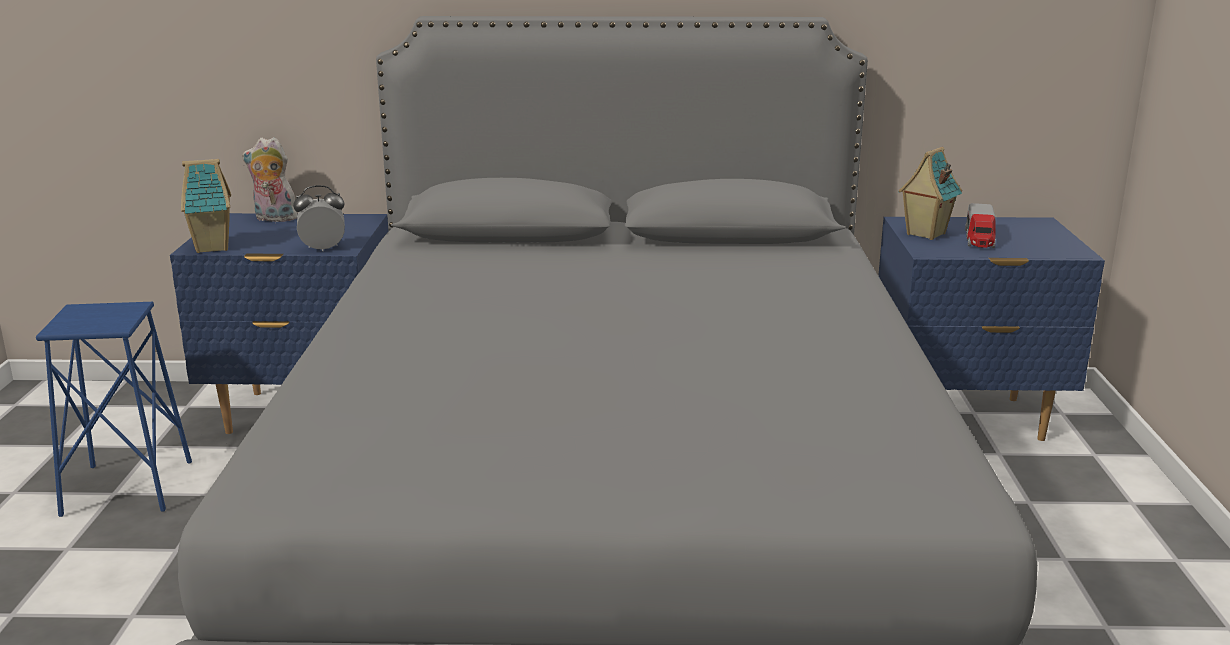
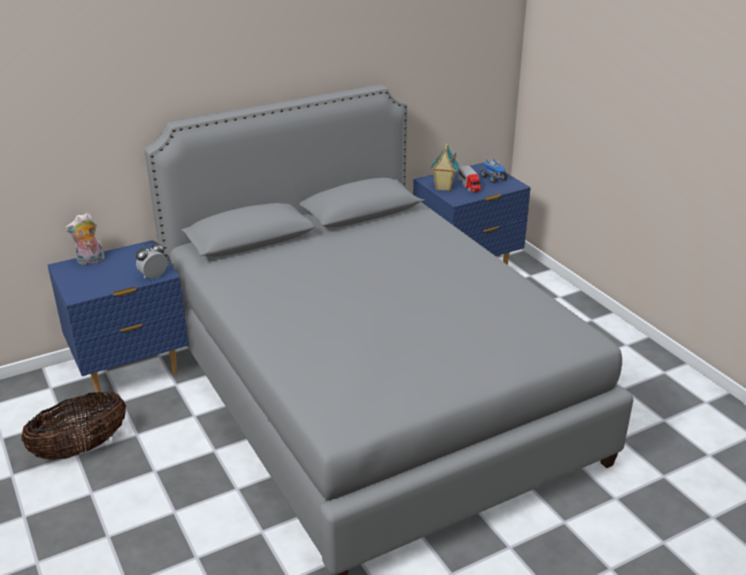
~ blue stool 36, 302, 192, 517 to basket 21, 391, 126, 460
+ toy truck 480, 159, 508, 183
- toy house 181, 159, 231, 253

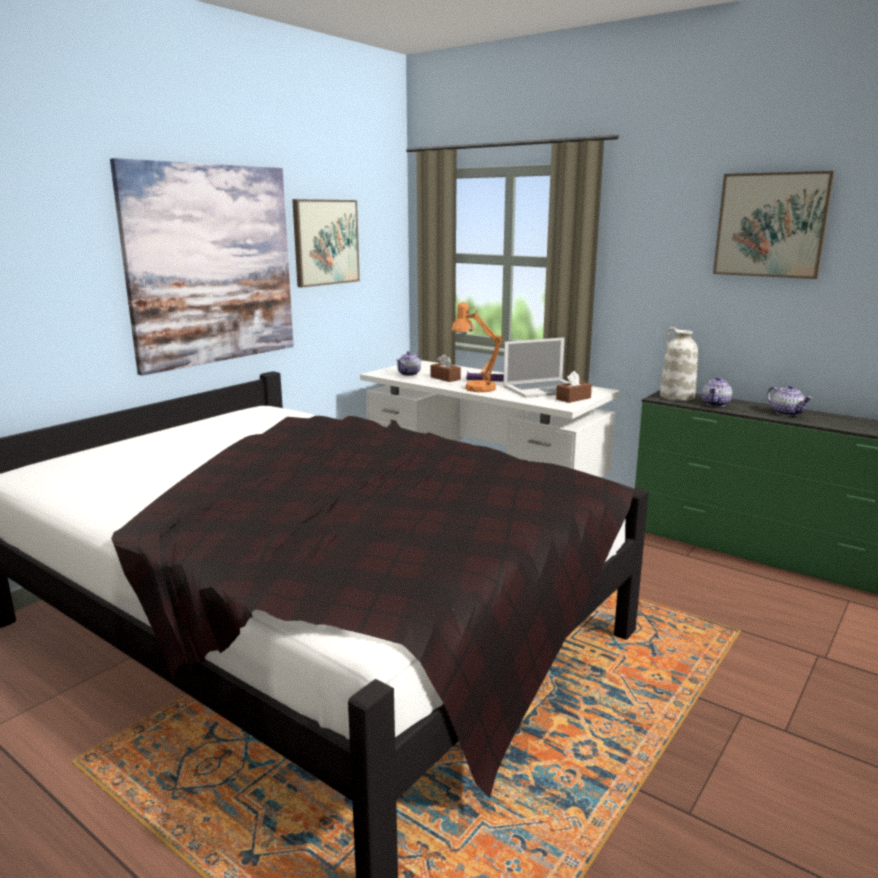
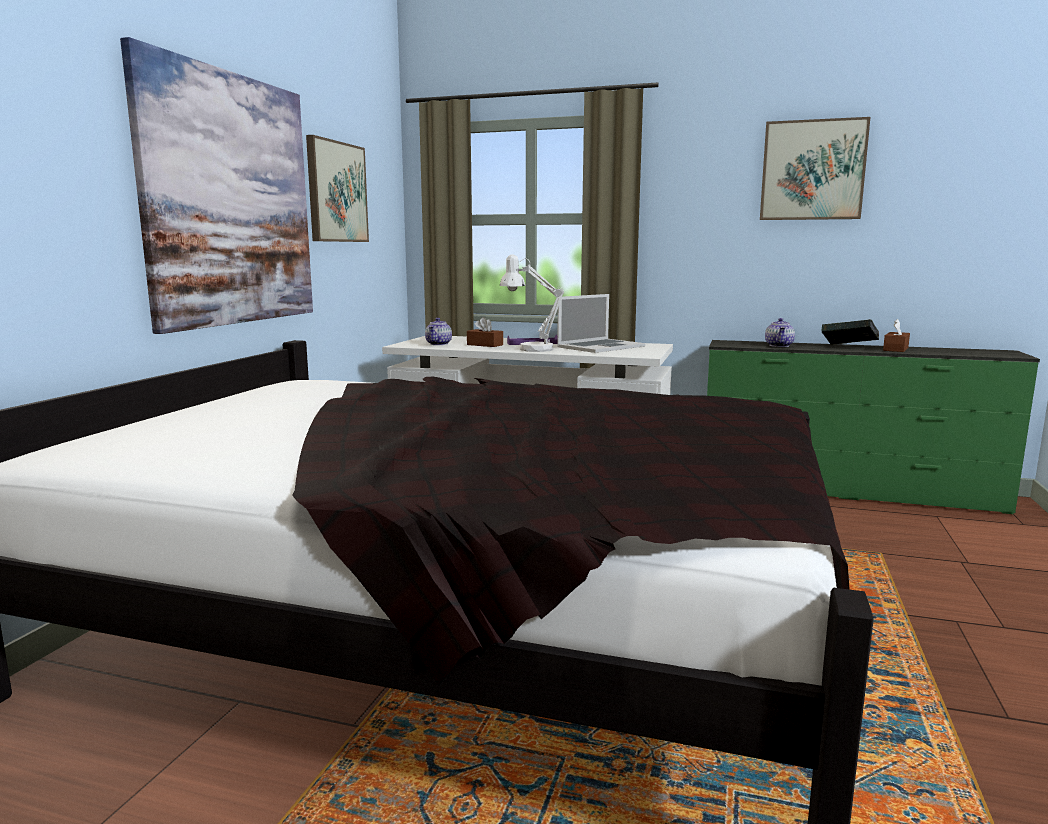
~ orange table lamp 451, 302, 503, 392 to white table lamp 500, 254, 564, 352
~ teapot 767, 385, 812, 416 to book 822, 319, 879, 345
~ brown tissue box 556, 371, 592, 403 to 883, 319, 910, 352
- white vase 660, 327, 698, 401

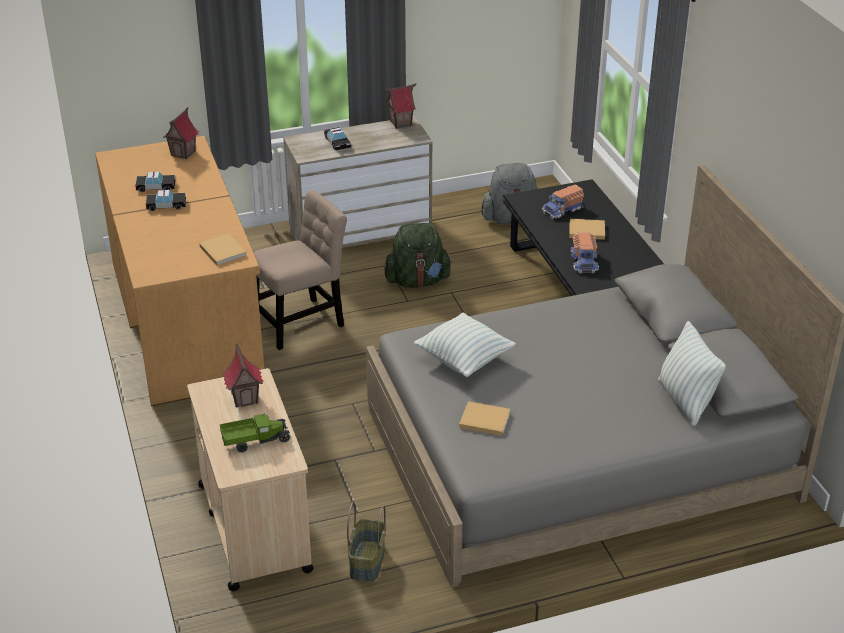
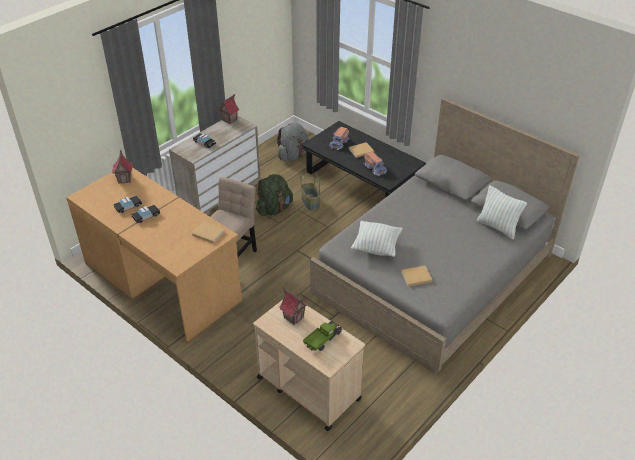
~ basket 347, 502, 386, 582 to 300, 172, 320, 210

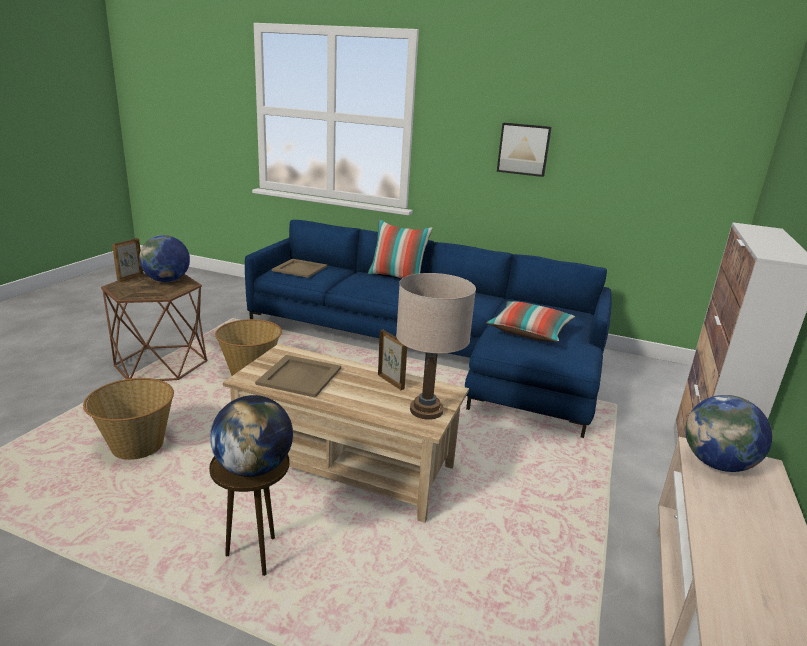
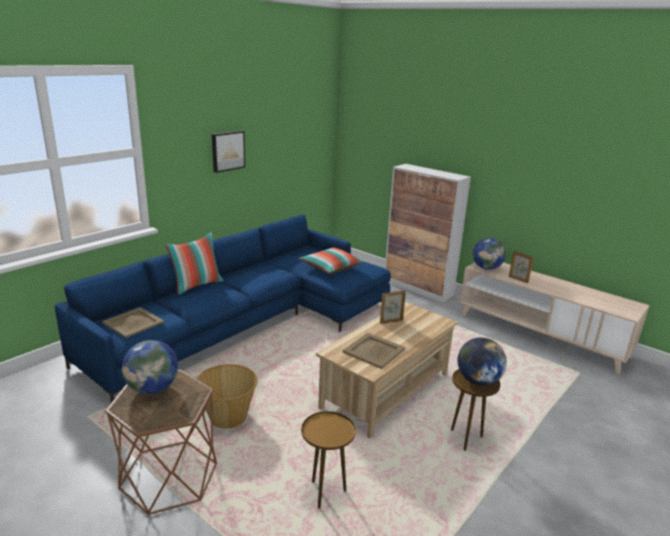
~ basket 83, 378, 174, 460 to brown side table 301, 411, 356, 509
~ picture frame 112, 238, 144, 282 to 509, 251, 534, 283
- beige table lamp 396, 273, 476, 420

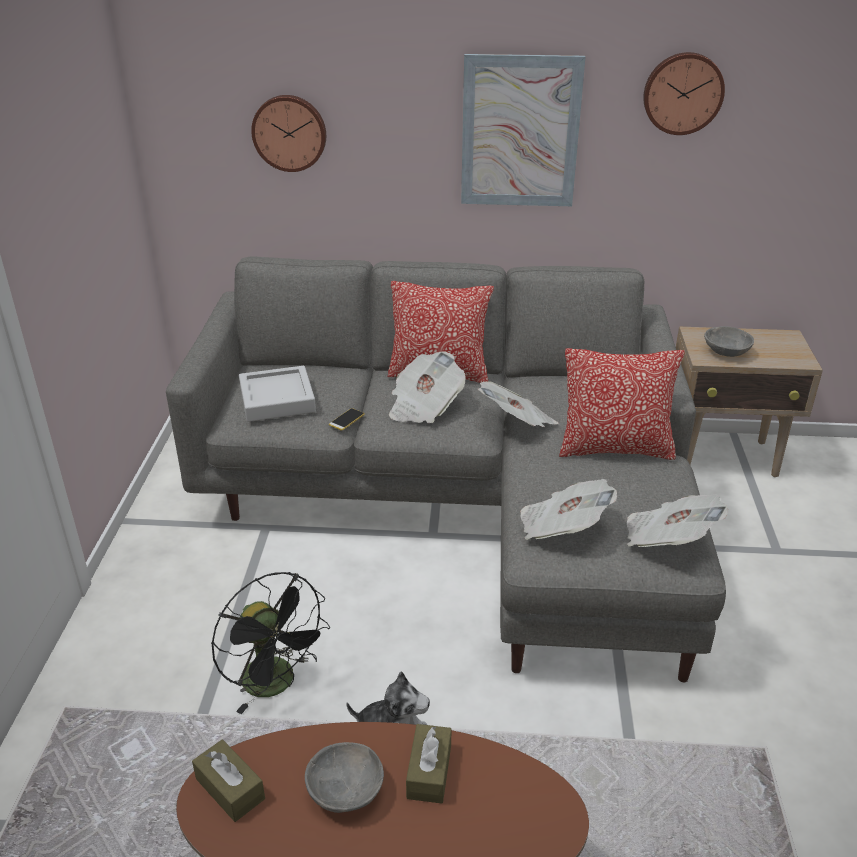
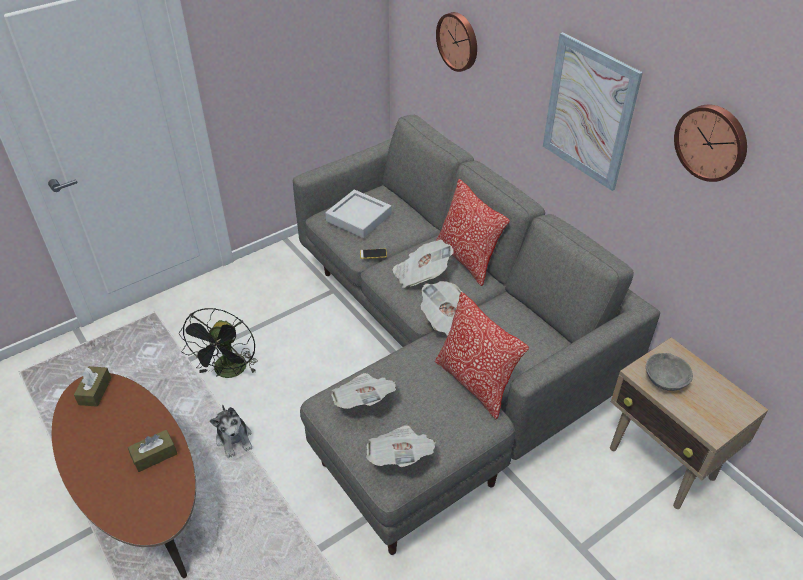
- grey bowl 305, 742, 384, 813

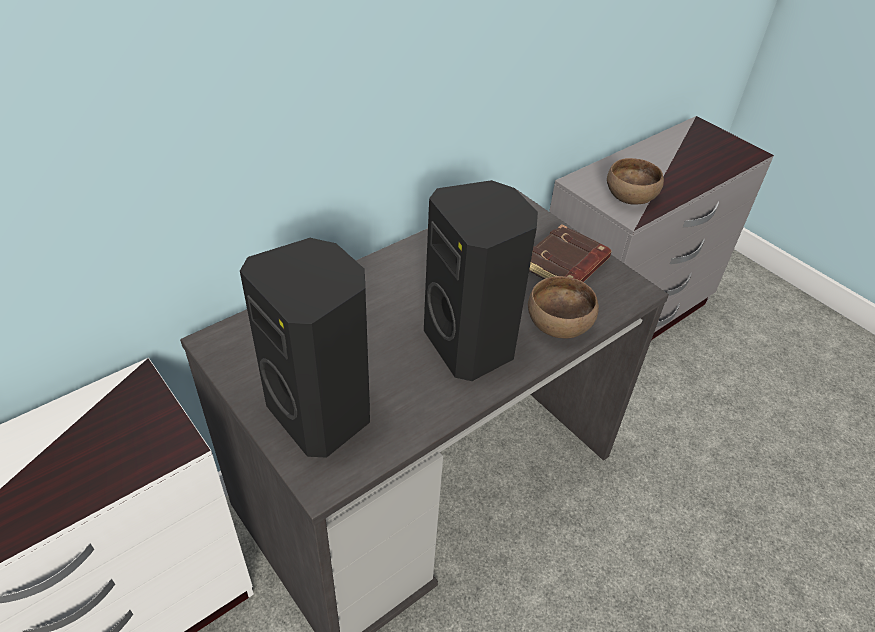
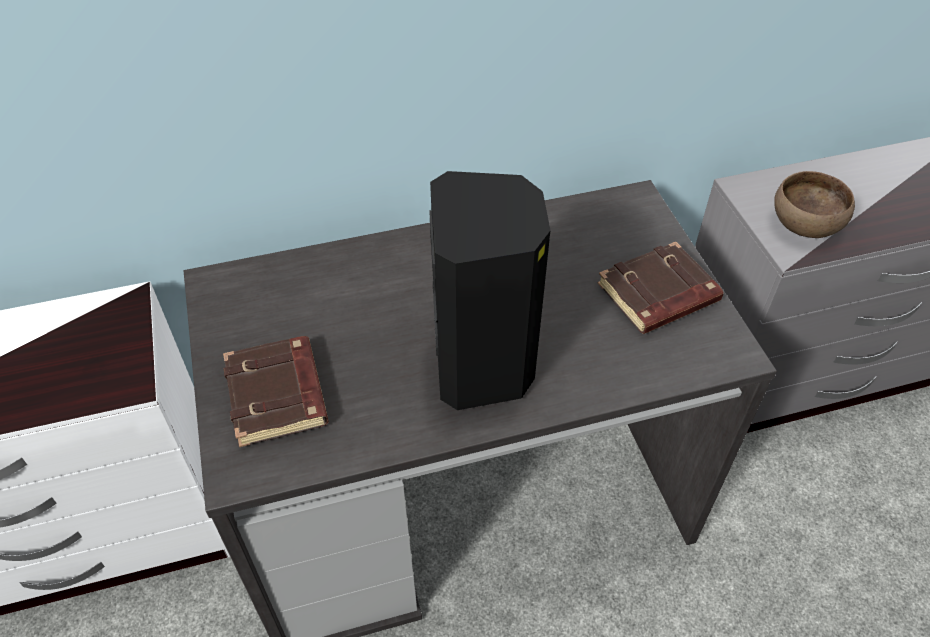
~ black speaker 240, 238, 370, 458 to brown book 223, 336, 329, 447
- brown bowl 528, 276, 599, 338

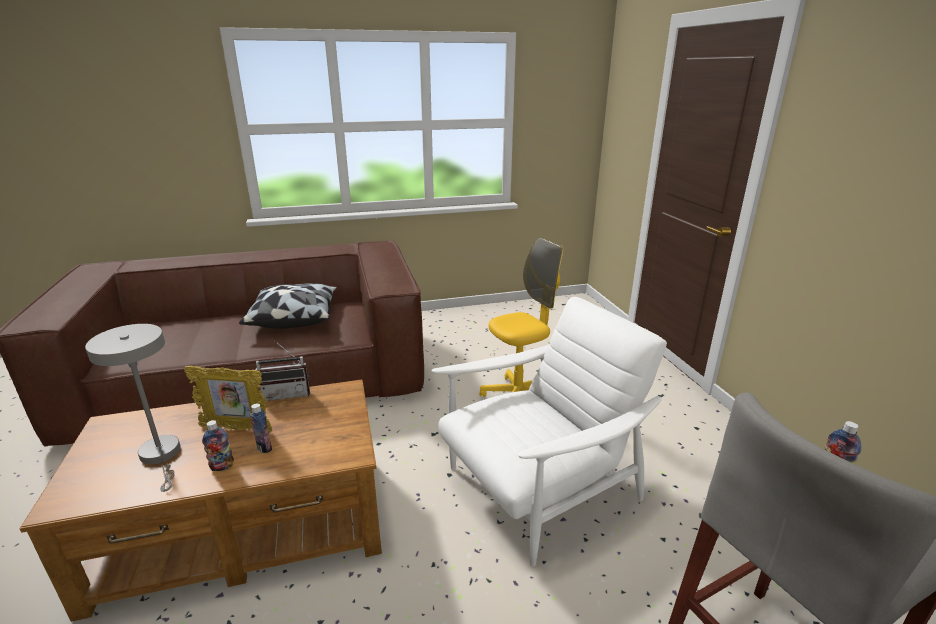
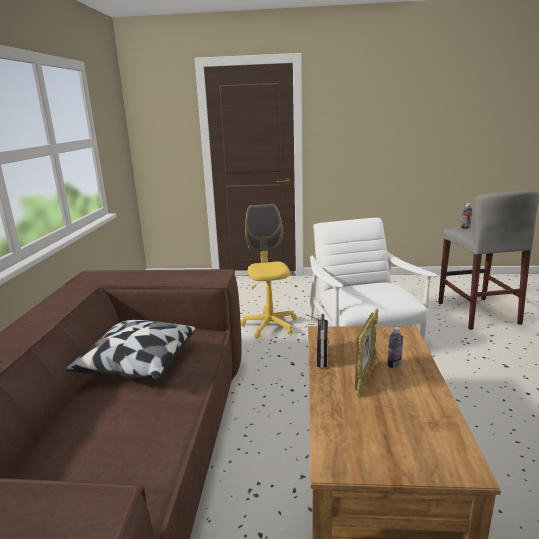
- grey table lamp 85, 324, 181, 492
- bottle 202, 420, 234, 471

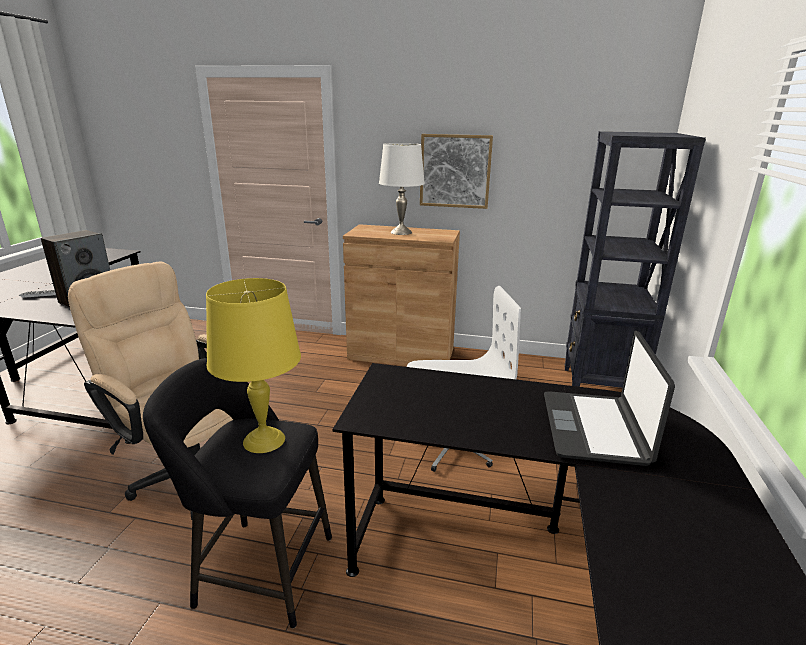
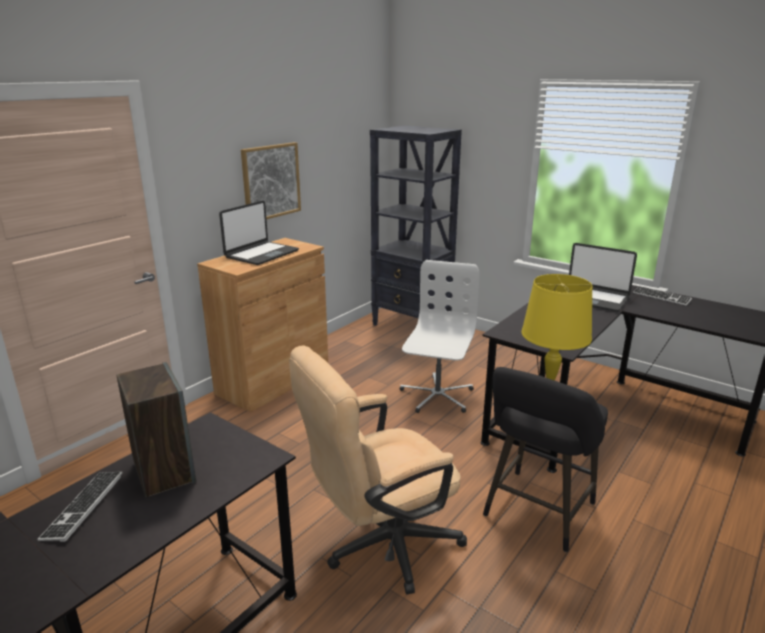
~ white table lamp 379, 143, 425, 235 to laptop 219, 201, 299, 265
+ keyboard 633, 286, 692, 306

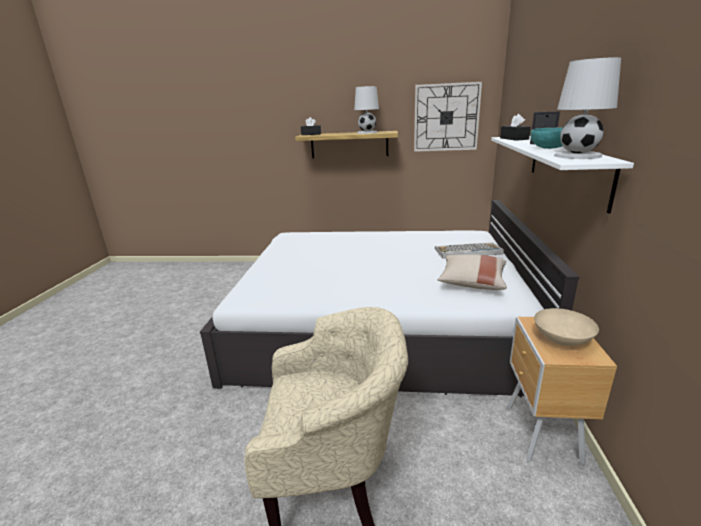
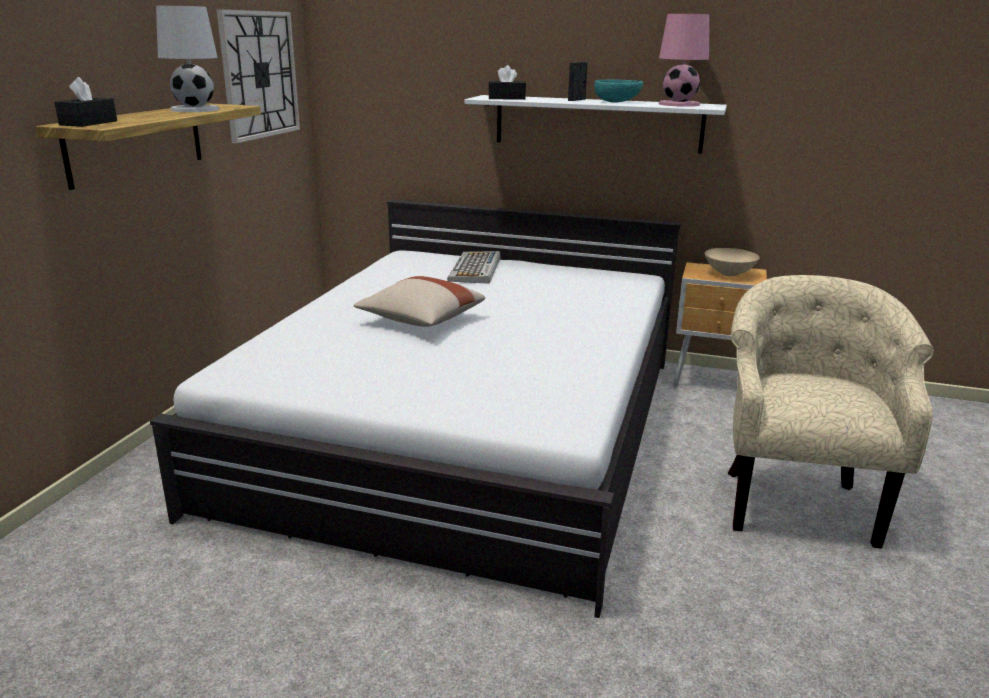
~ beige pillow 438, 255, 507, 290 to 353, 276, 485, 327
~ white table lamp 554, 57, 621, 159 to pink table lamp 659, 14, 709, 107

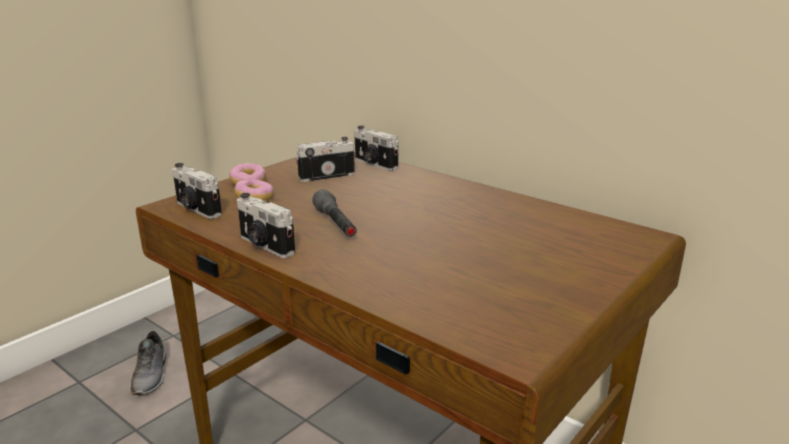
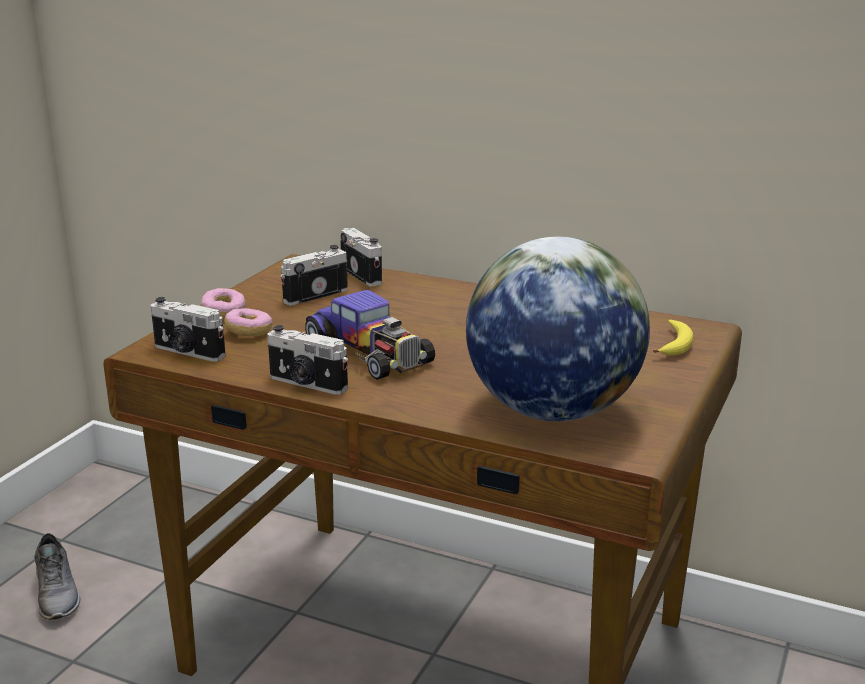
~ grey flashlight 312, 189, 357, 237 to toy car 305, 290, 435, 380
~ photo camera 354, 125, 398, 171 = 340, 228, 382, 287 150 degrees counterclockwise
+ globe 466, 237, 650, 422
+ banana 653, 320, 693, 356

